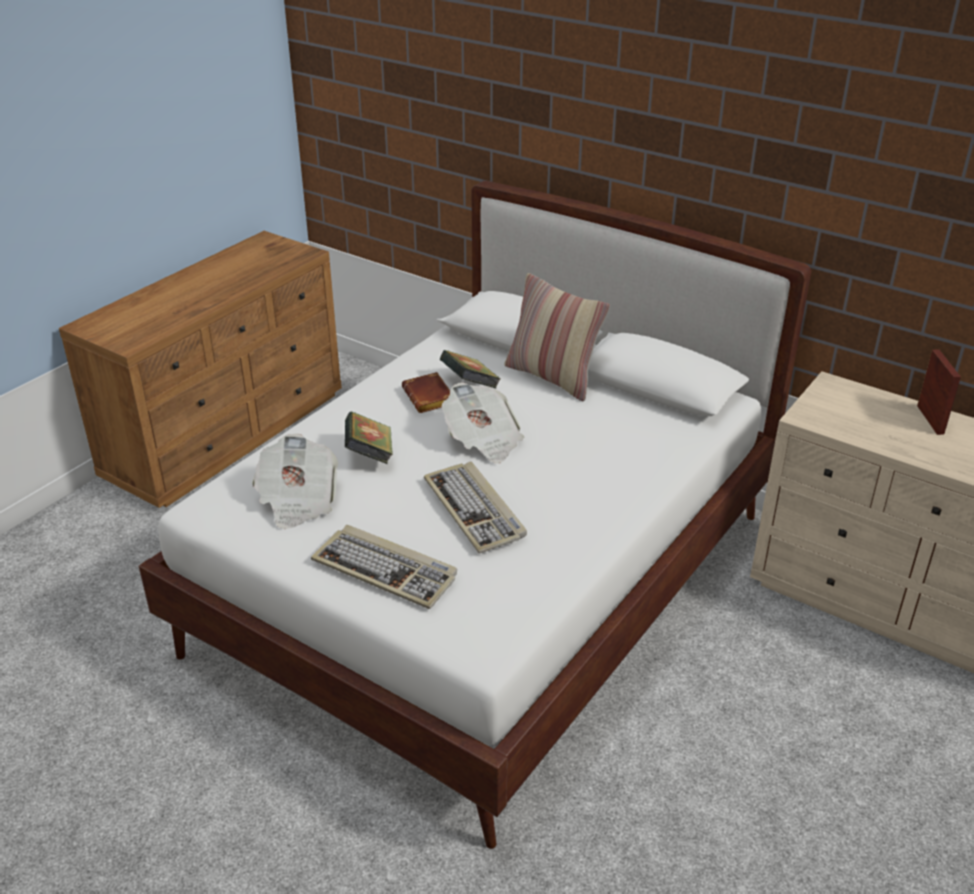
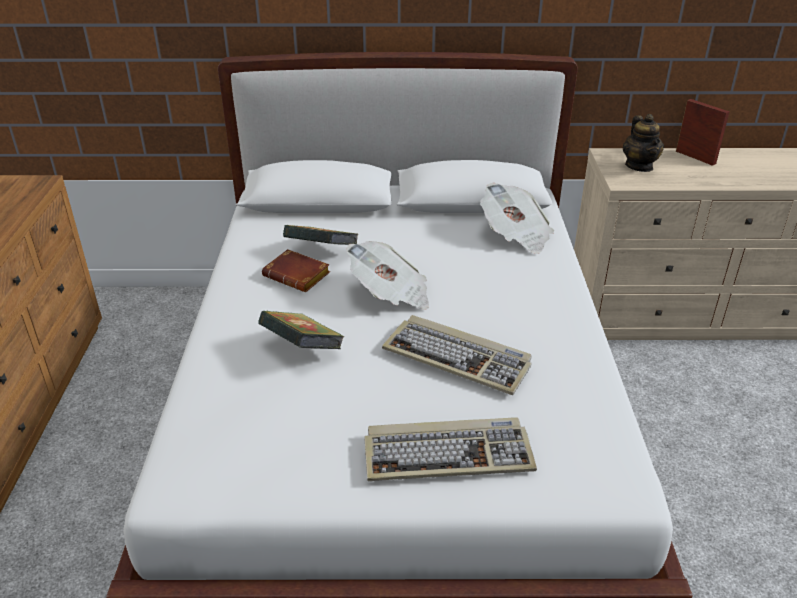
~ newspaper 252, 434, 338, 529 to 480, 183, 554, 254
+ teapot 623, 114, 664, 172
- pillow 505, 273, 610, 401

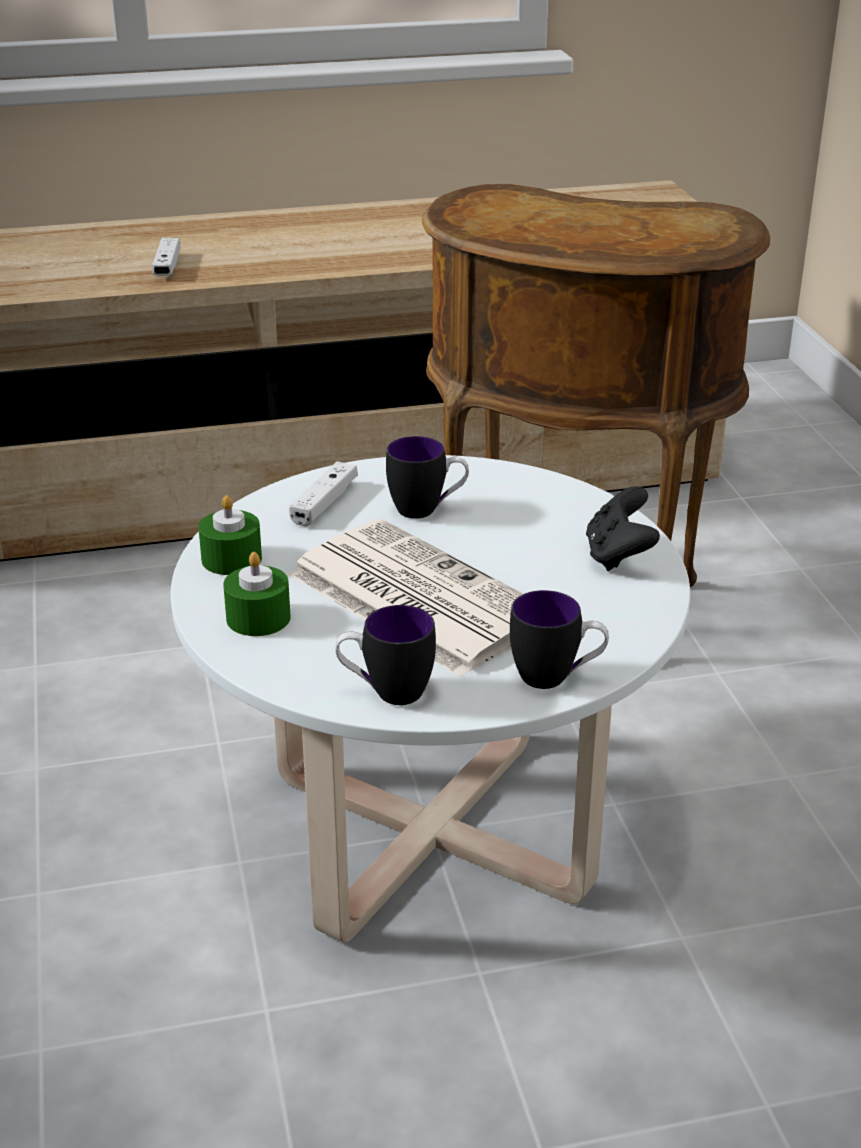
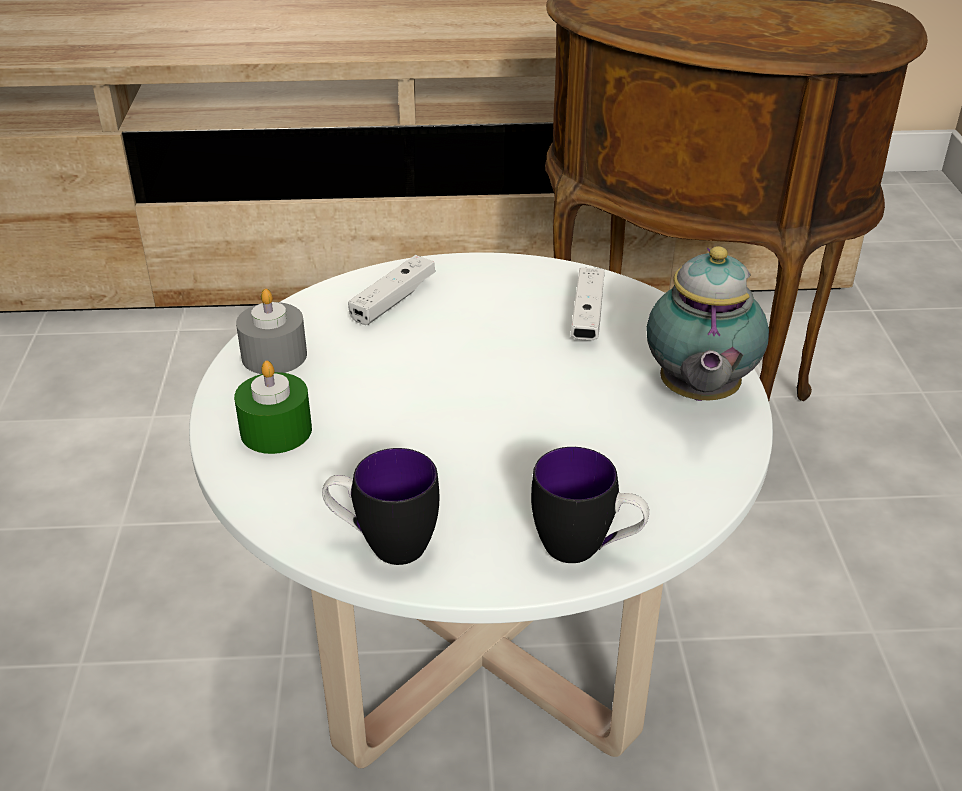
~ green candle 198, 495, 262, 575 to grey candle 236, 289, 307, 374
~ white game controller 152, 238, 180, 276 to 570, 267, 605, 340
~ black game controller 586, 486, 660, 571 to teapot 646, 246, 769, 401
- newspaper 289, 519, 523, 677
- mug 386, 436, 469, 519

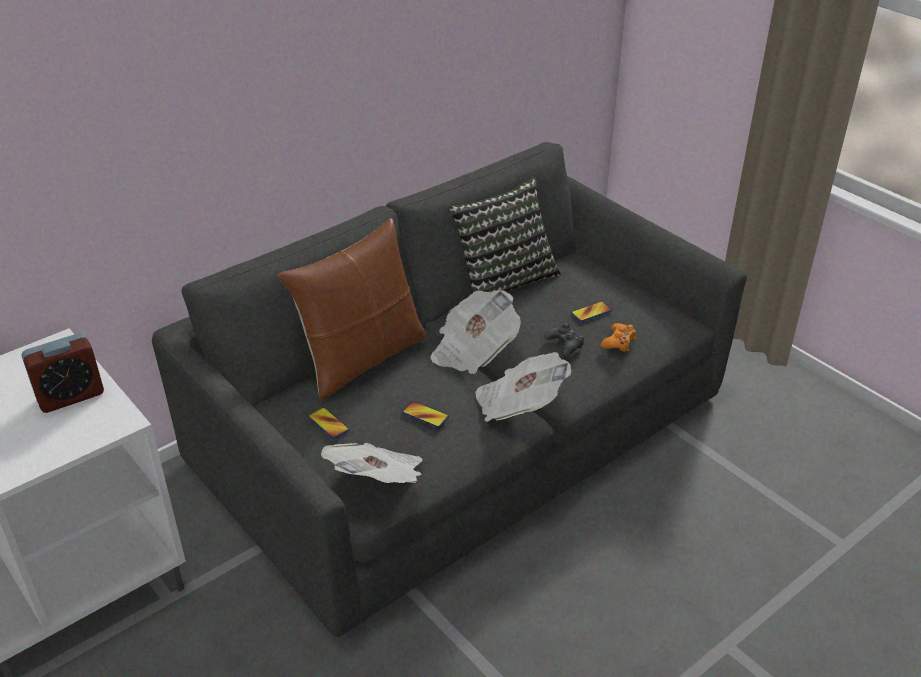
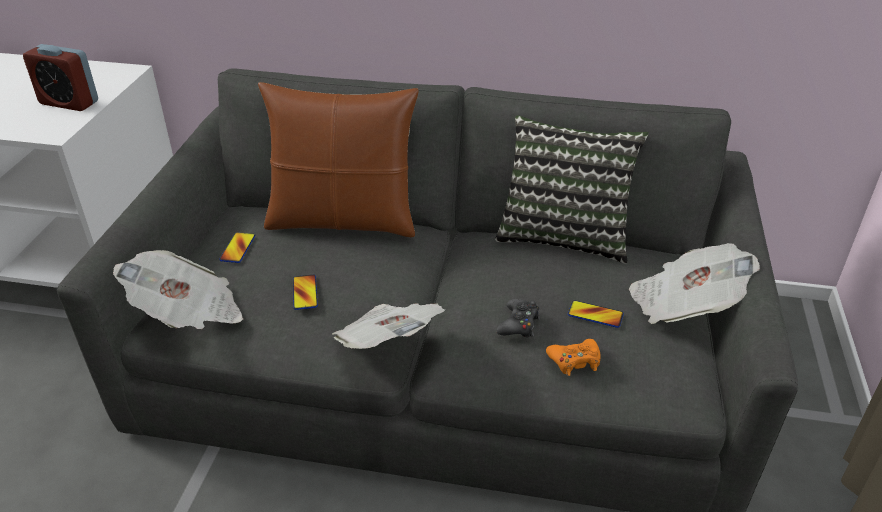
~ newspaper 430, 290, 521, 374 to 629, 243, 760, 324

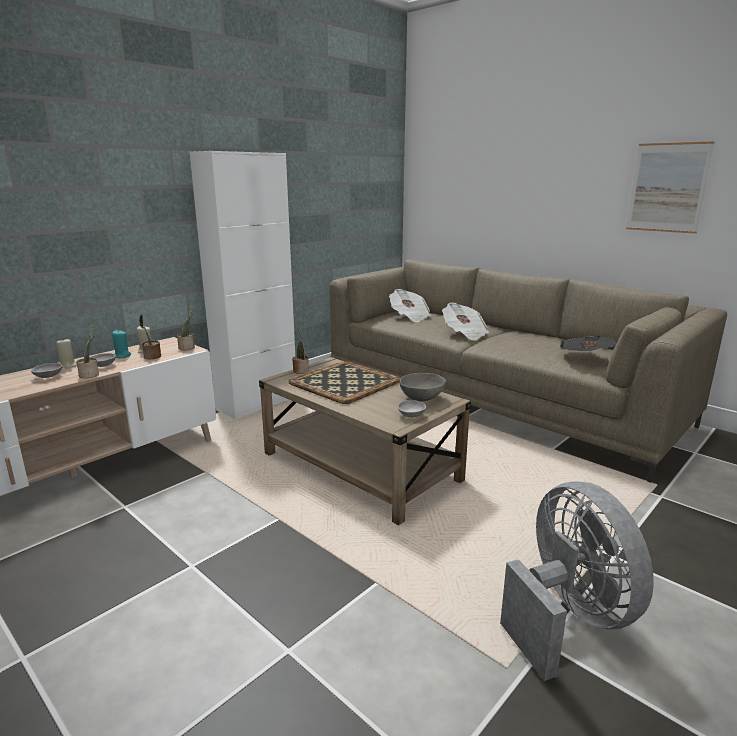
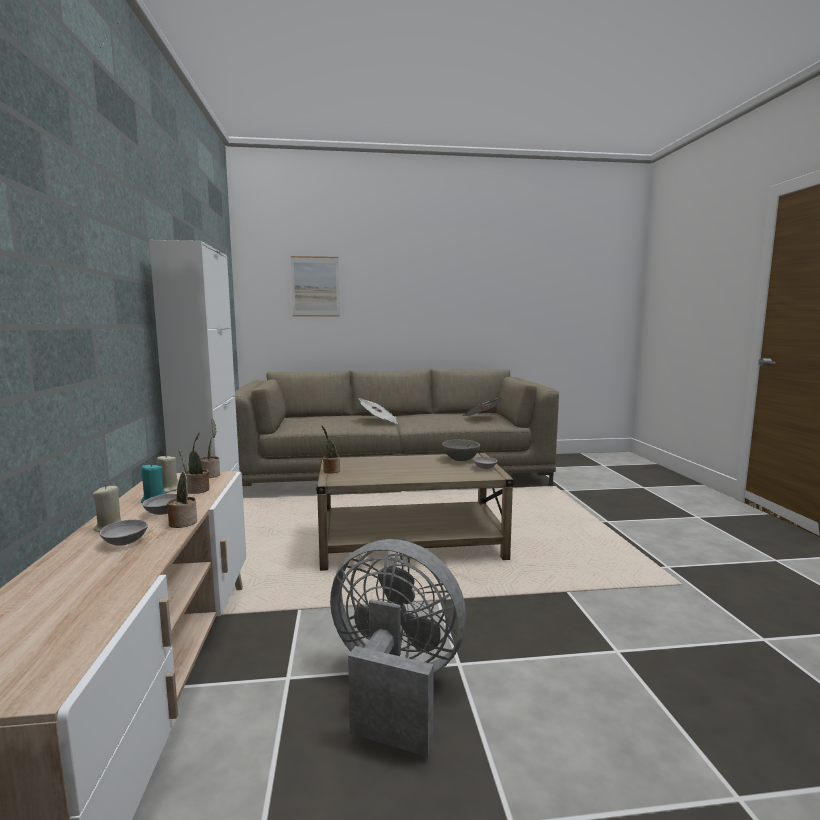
~ picture 626, 141, 715, 234 to 291, 256, 340, 317
~ grey fan 500, 481, 654, 681 to 330, 539, 466, 757
- tray 288, 361, 400, 404
- newspaper 389, 289, 431, 322

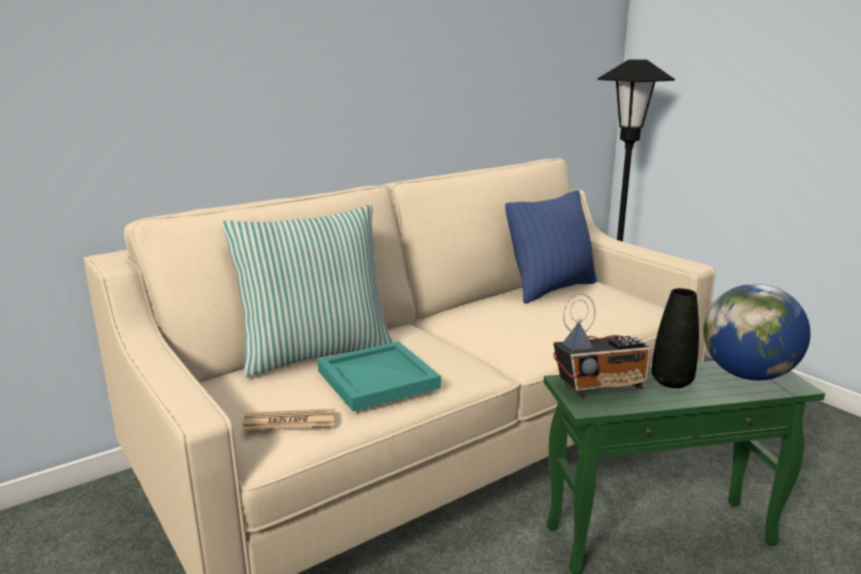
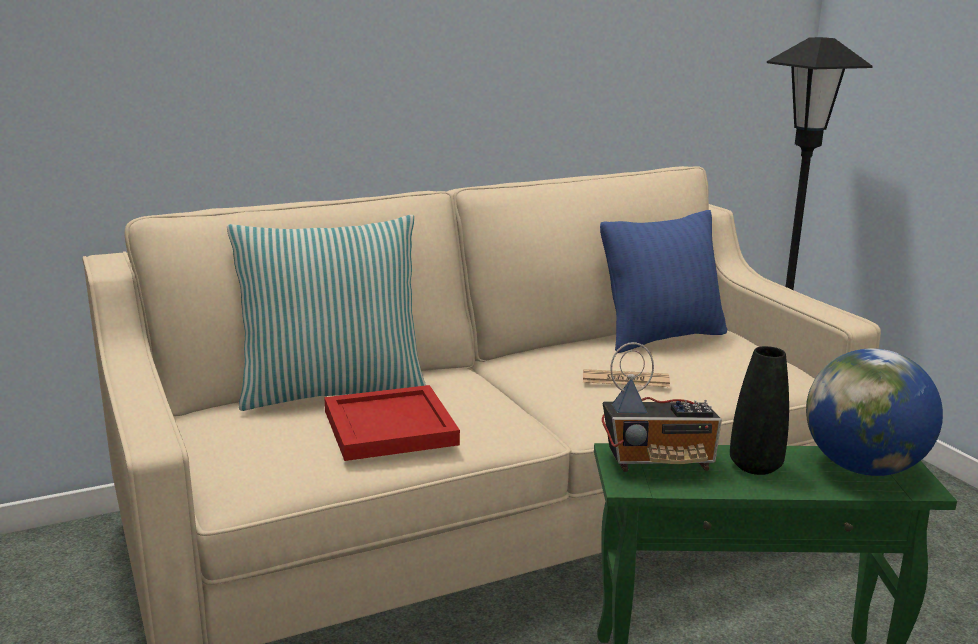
~ turquoise tray 317, 341, 441, 412 to red tray 324, 385, 460, 461
~ newspaper 242, 409, 335, 430 to 583, 369, 670, 387

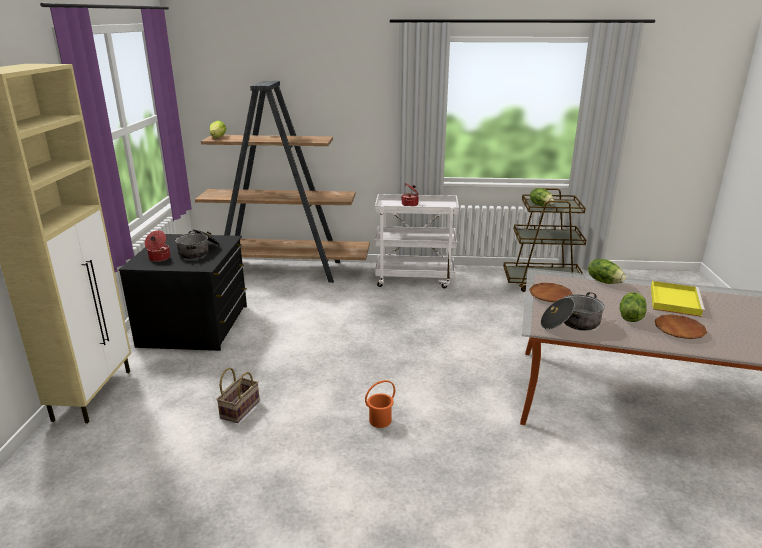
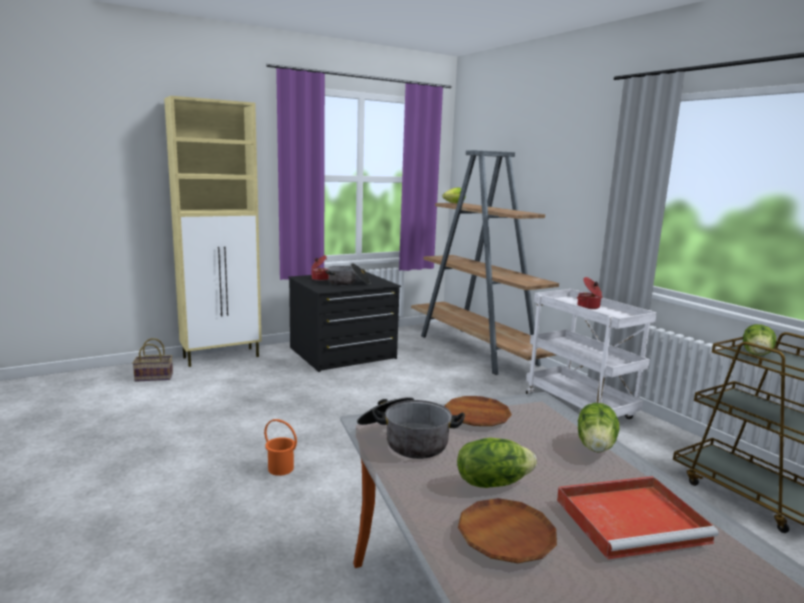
~ basket 217, 368, 260, 423 to 132, 338, 173, 382
~ yellow tray 651, 281, 705, 317 to red tray 557, 476, 719, 560

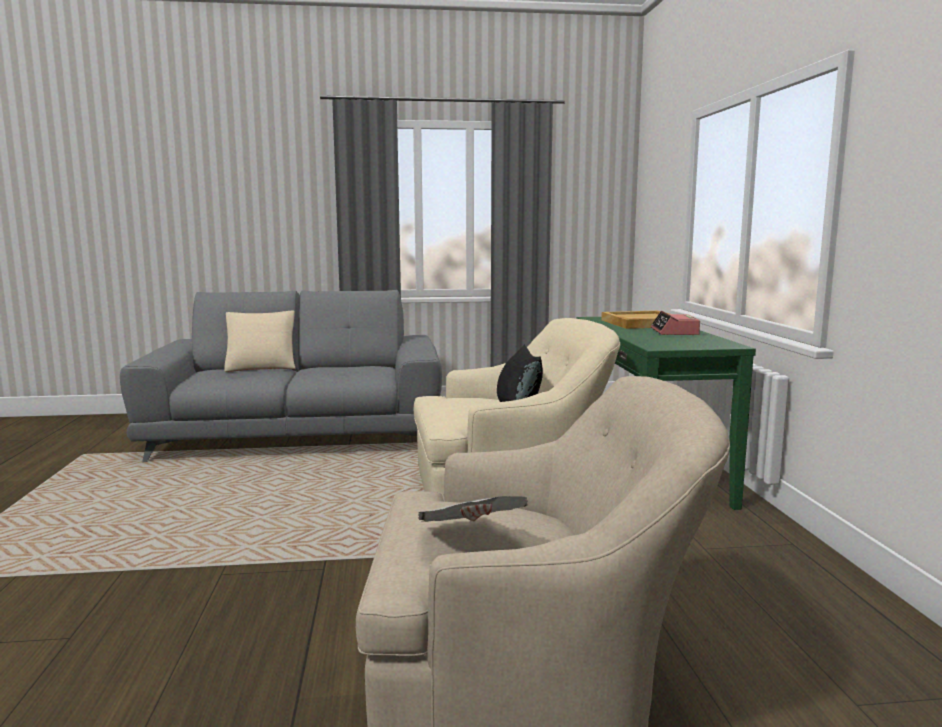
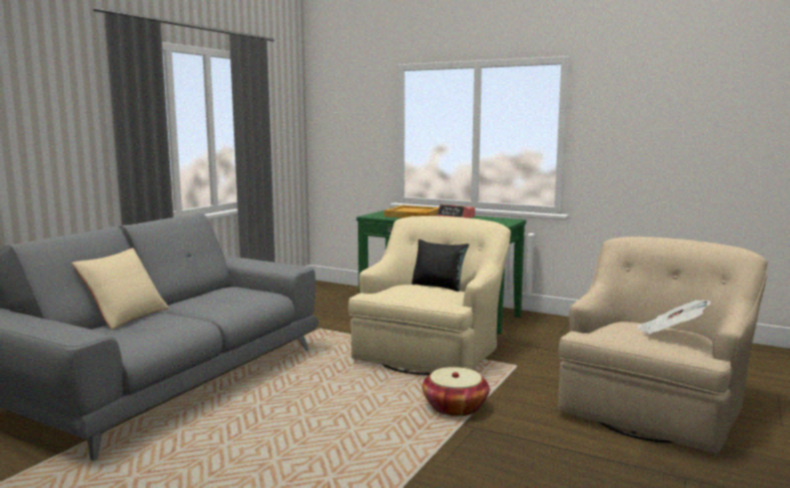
+ basket 422, 367, 489, 416

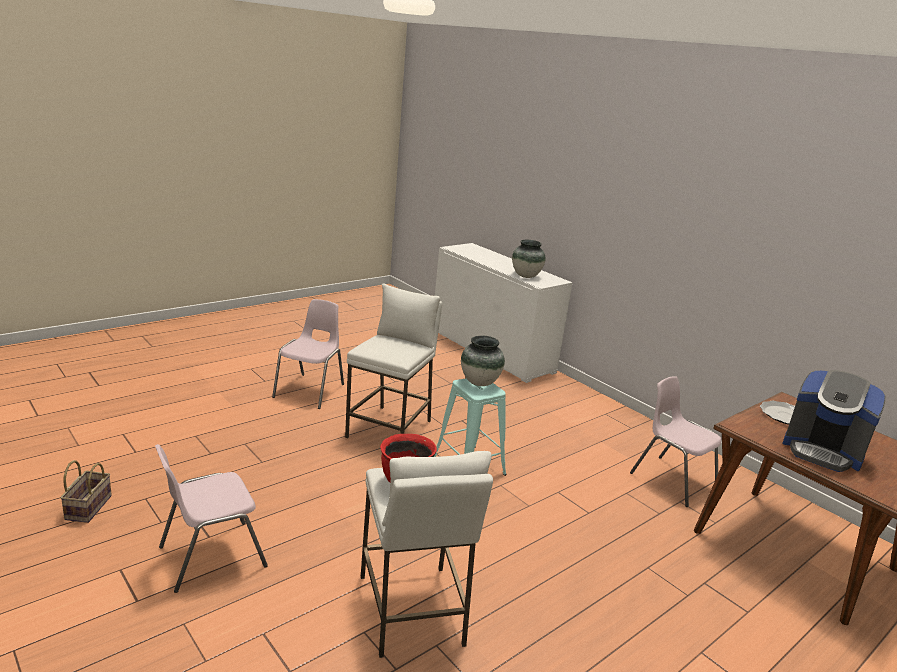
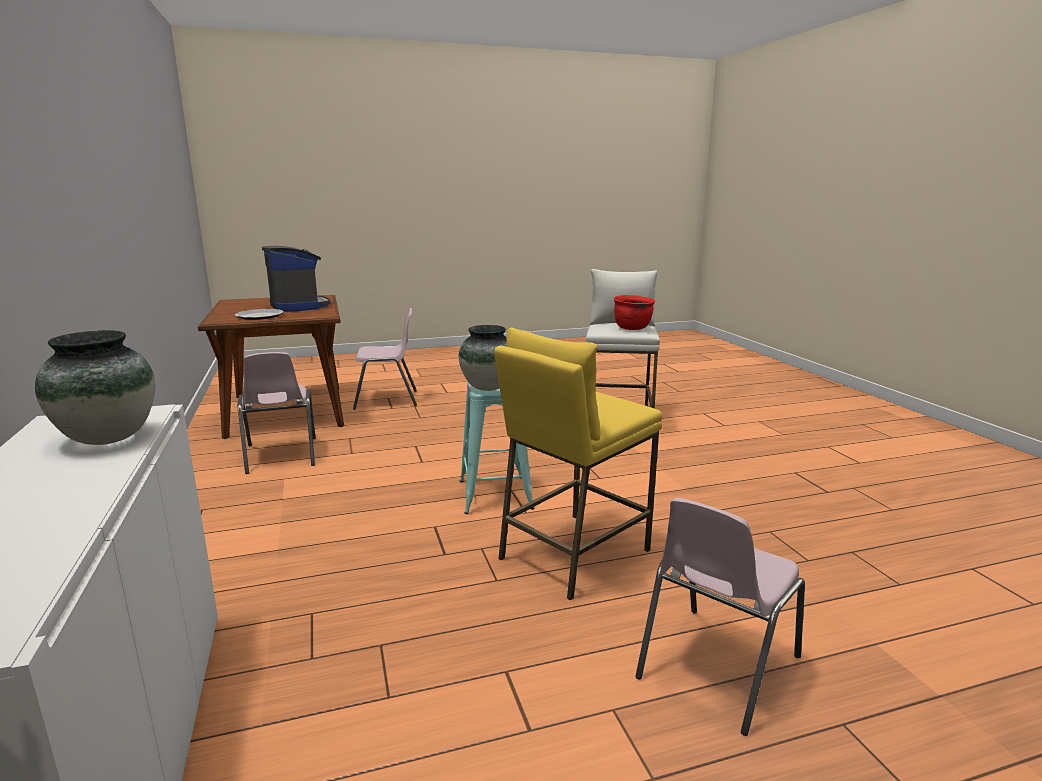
~ pink chair 155, 444, 268, 593 to 353, 308, 417, 410
~ white stool 345, 284, 442, 438 to yellow stool 494, 327, 662, 600
- basket 60, 460, 112, 523

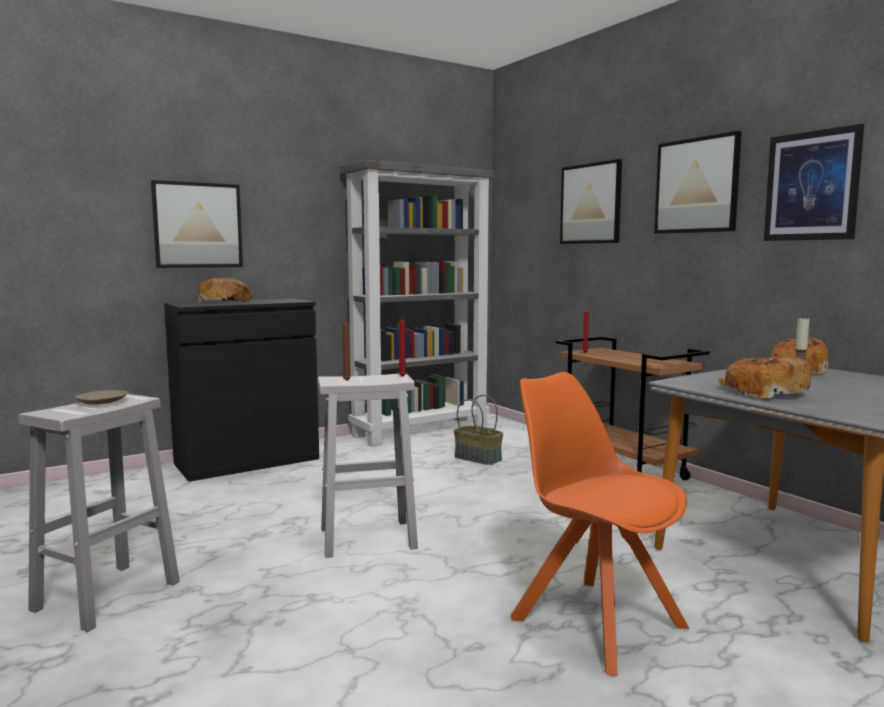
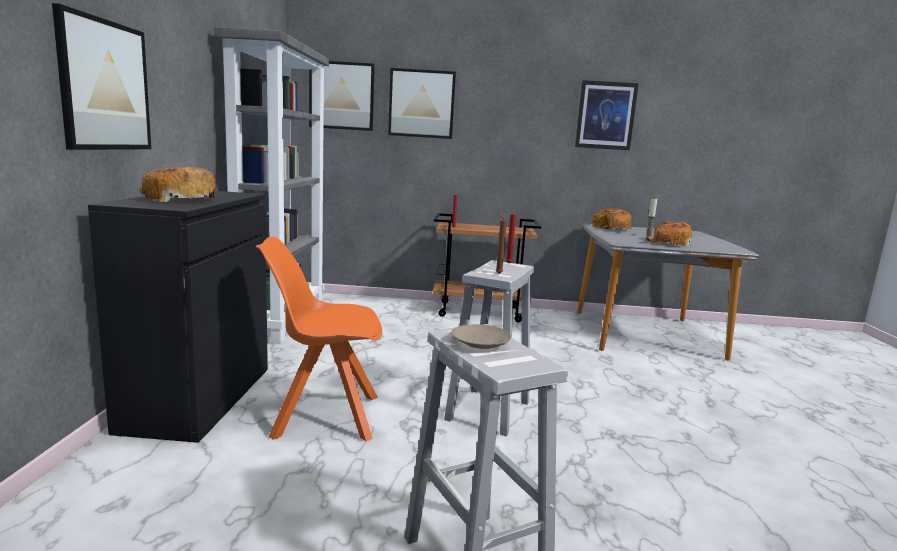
~ orange chair 511, 372, 690, 676 to 256, 236, 382, 441
~ picture 654, 131, 742, 234 to 309, 61, 375, 131
- basket 454, 395, 503, 465

